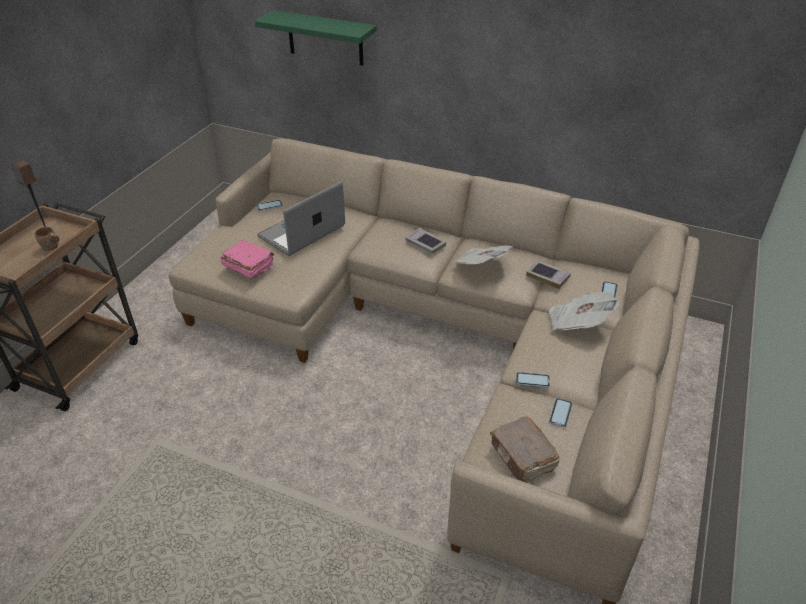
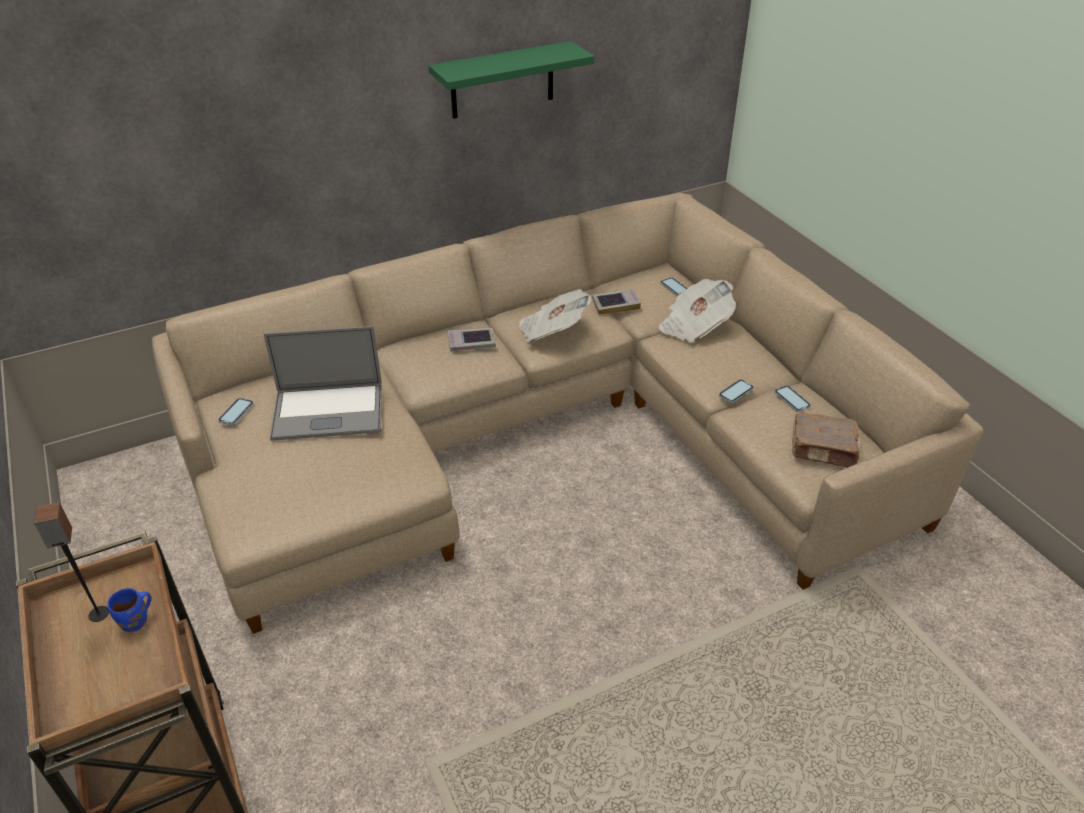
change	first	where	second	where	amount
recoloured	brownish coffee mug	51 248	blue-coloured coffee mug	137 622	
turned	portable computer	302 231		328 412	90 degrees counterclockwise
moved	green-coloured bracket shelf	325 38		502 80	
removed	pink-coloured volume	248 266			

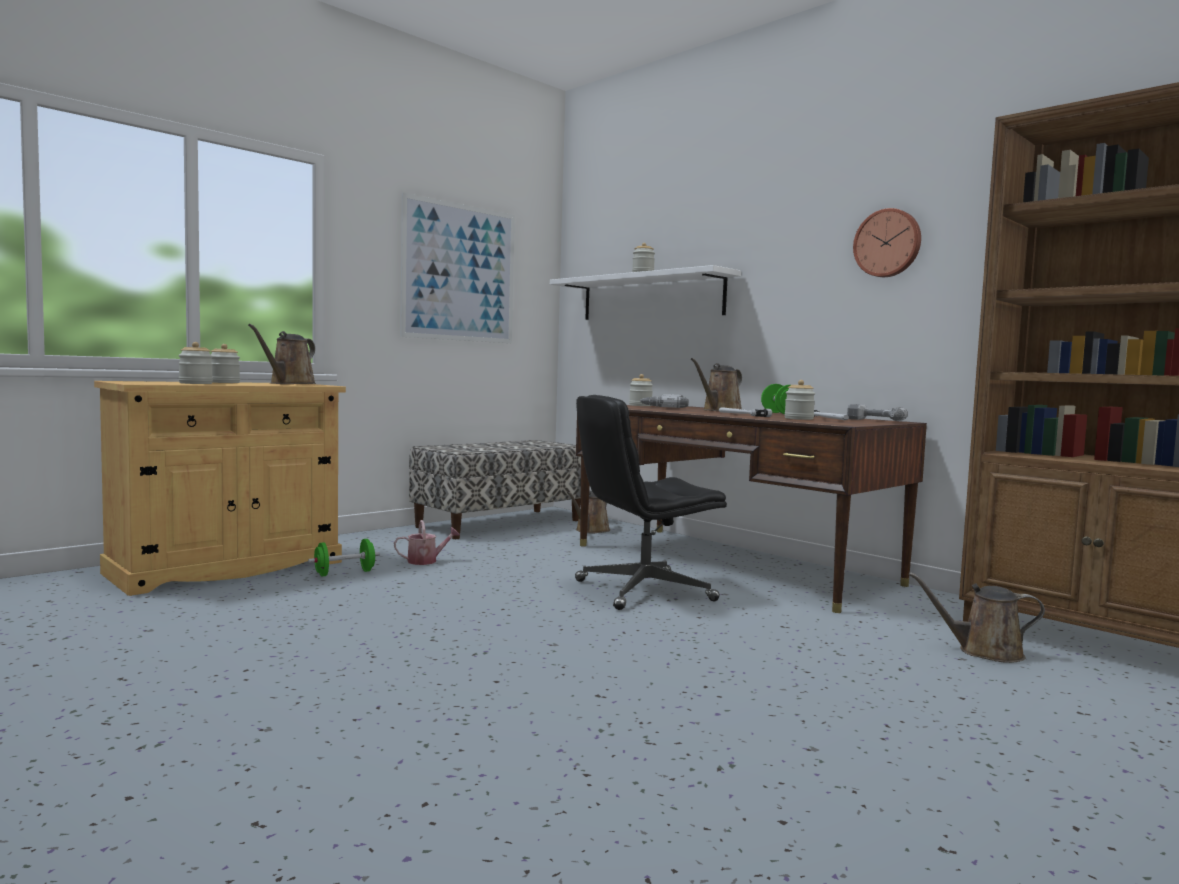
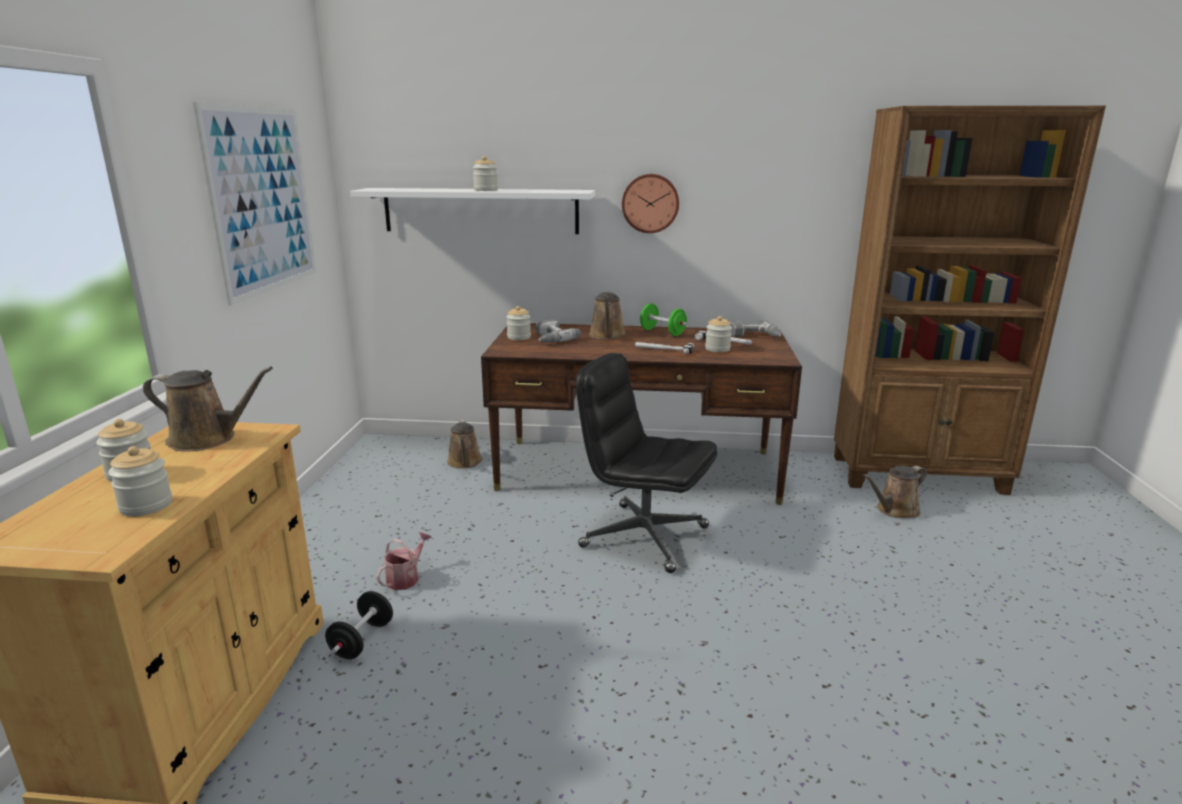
change	first	where	second	where	amount
turned	brownish watering pot	289 383		207 439	60 degrees counterclockwise
recoloured	green-coloured hand weight	344 573	black hand weight	362 640	
turned	black desk chair	642 591		643 536	90 degrees clockwise
moved	wall clock	888 243		650 203	
removed	indoor bench	500 523			

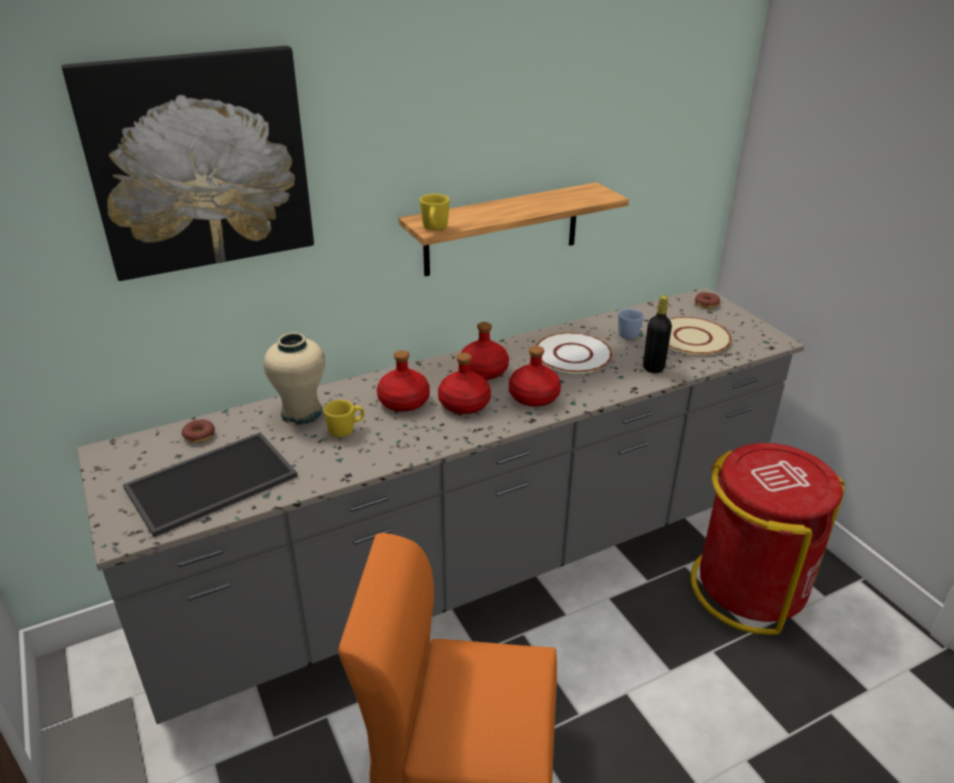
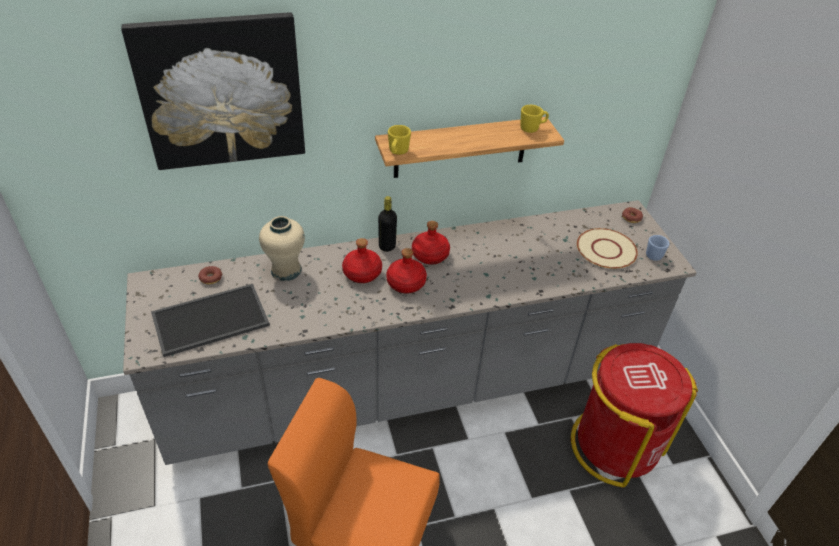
change	first	where	second	where	amount
moved	black beverage bottle	653 368		387 246	
moved	yellow-coloured coffee mug	346 430		532 128	
moved	blue-coloured coffee mug	628 333		654 254	
removed	red beverage bottle	533 397			
removed	whitish plate	573 354			

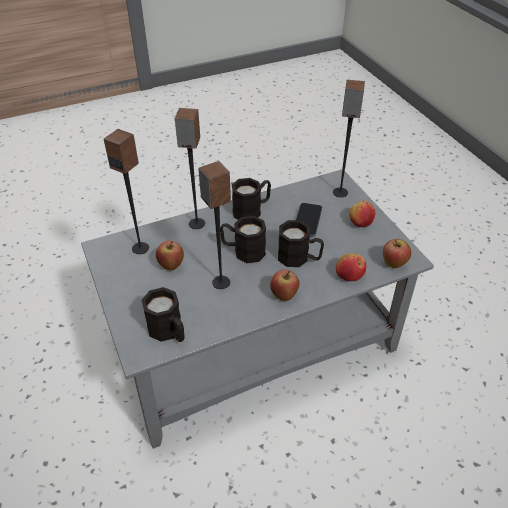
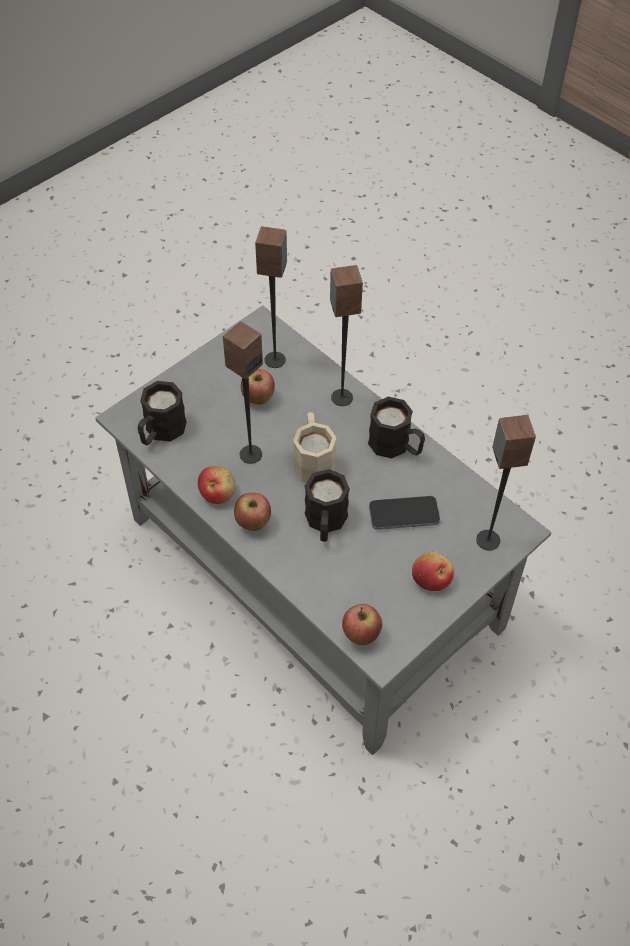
change	first	where	second	where	amount
moved	apple fruit	349 275		217 493	
recoloured	black coffee mug	243 251	beige-coloured coffee mug	313 460	

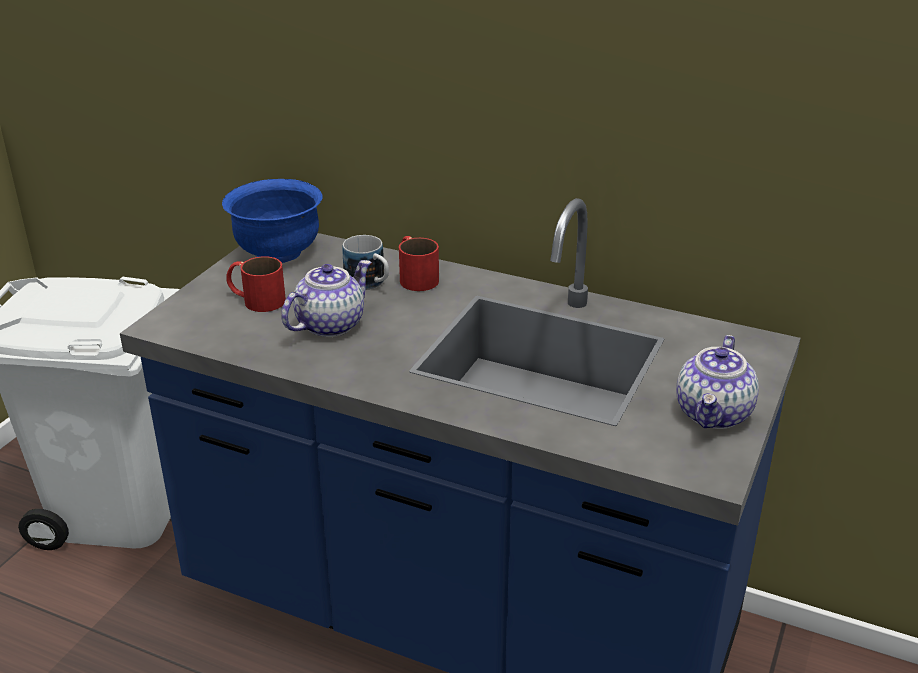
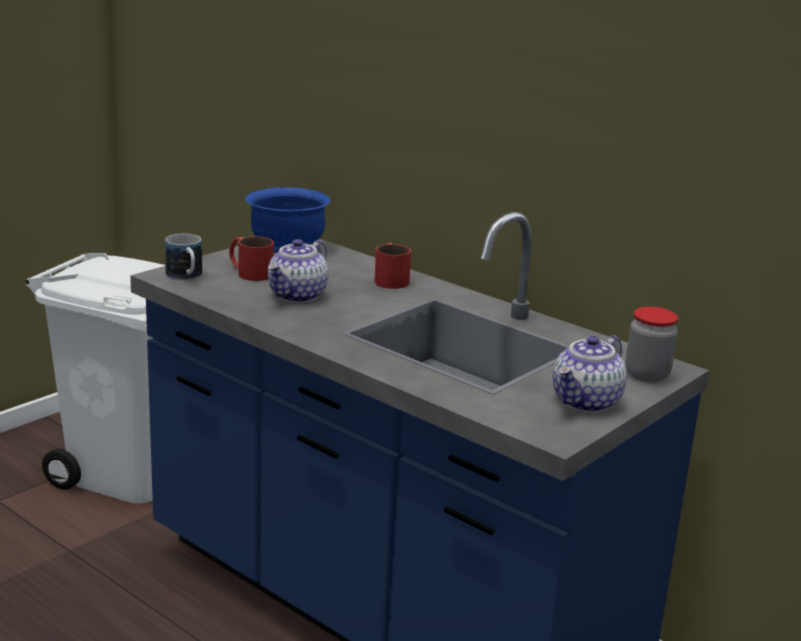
change	first	where	second	where	amount
moved	coffee mug	370 284		186 277	
turned	pot for tea	330 324		298 296	150 degrees clockwise
added			storage jar	647 375	

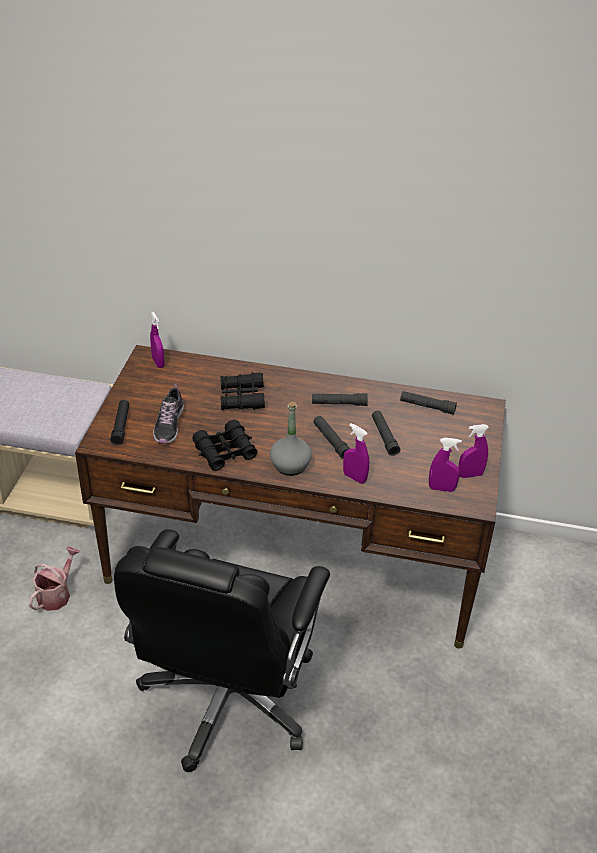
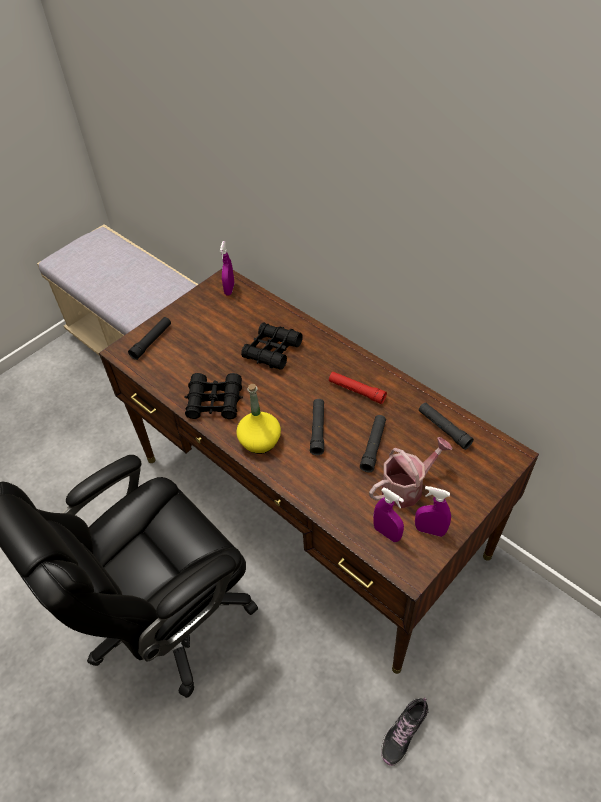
change	first	where	second	where	amount
recoloured	gray beverage bottle	290 465	yellow-coloured beverage bottle	259 441	
recoloured	black torch	339 404	red torch	356 391	
moved	watering pot	56 594		407 486	
moved	item of footwear	169 425		404 732	
removed	purple-coloured hand sprayer	354 478			

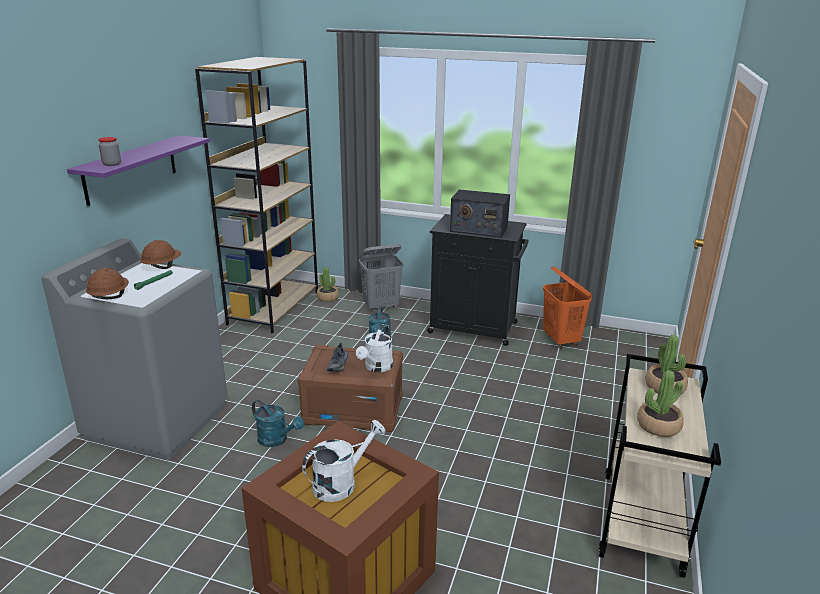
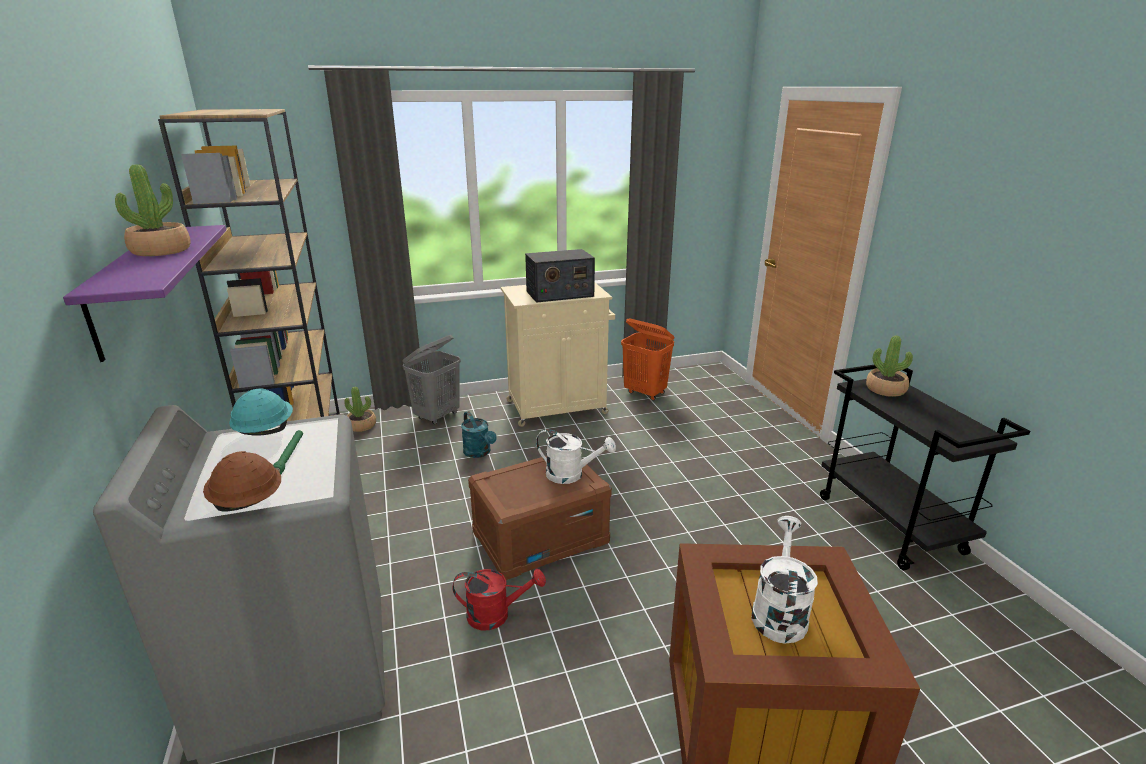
change	first	where	second	where	amount
moved	plant in a pot	658 426		161 251	
recoloured	brownish safety helmet	162 267	turquoise-coloured safety helmet	265 431	
recoloured	turquoise-coloured watering pot	277 440	red watering pot	496 614	
recoloured	black storage cabinet	475 328	beige-coloured storage cabinet	558 407	
turned	whitish watering pot	376 368		571 475	60 degrees counterclockwise
recoloured	beige-coloured cart	642 523	black cart	891 525	
removed	storage jar	112 164			
removed	item of footwear	338 365			

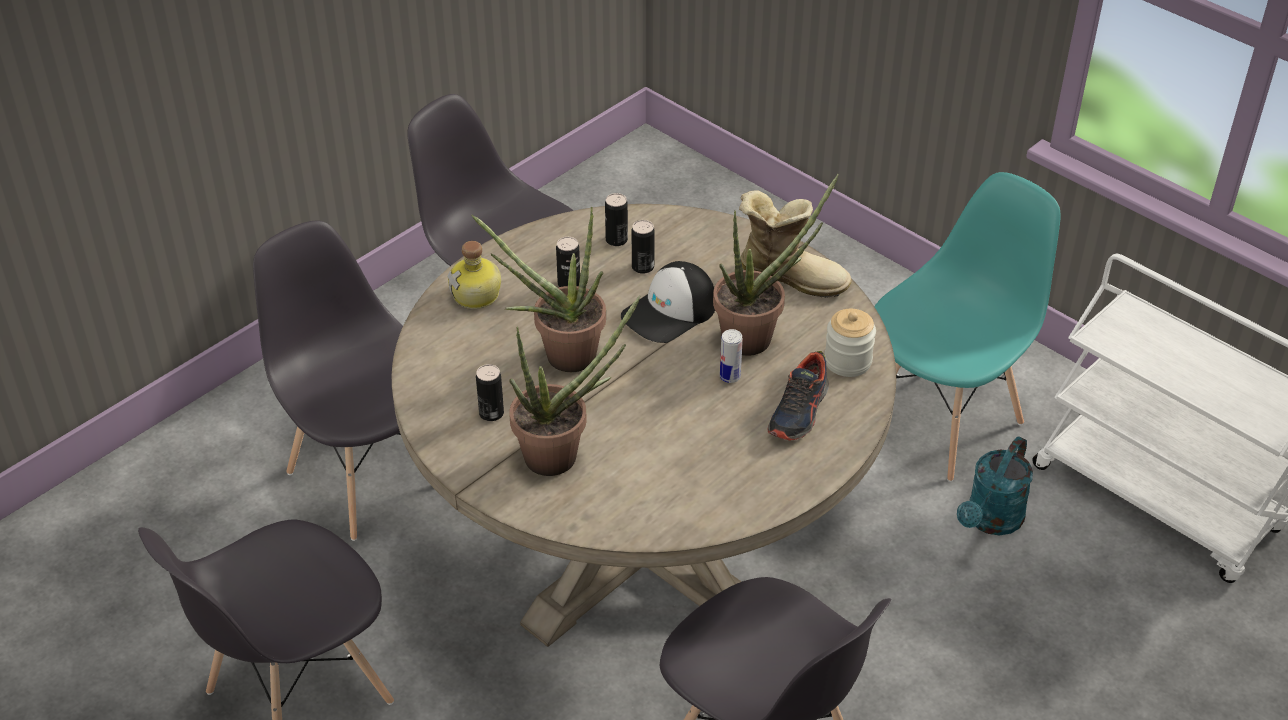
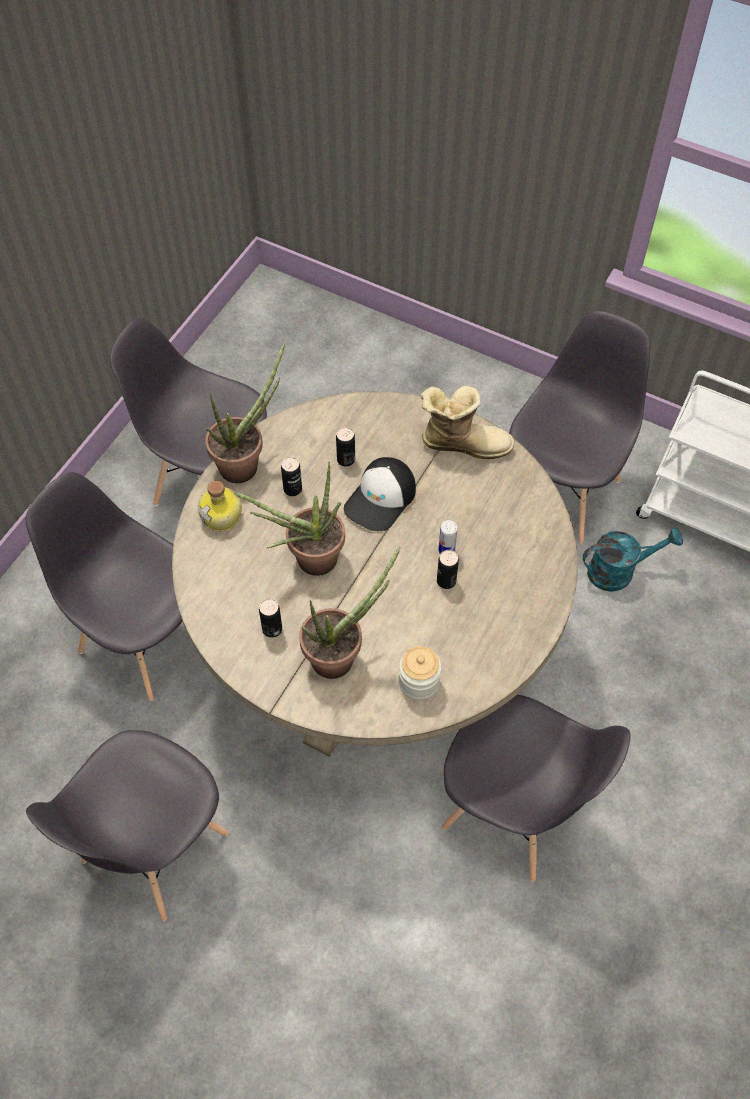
change	first	where	second	where	amount
moved	plant in a pot	757 336		246 463	
moved	storage jar	847 361		419 682	
moved	can	616 240		446 581	
recoloured	turquoise-coloured upright chair	943 421	gray upright chair	562 491	
turned	turquoise-coloured watering pot	990 521		619 571	120 degrees counterclockwise
removed	item of footwear	799 411			

